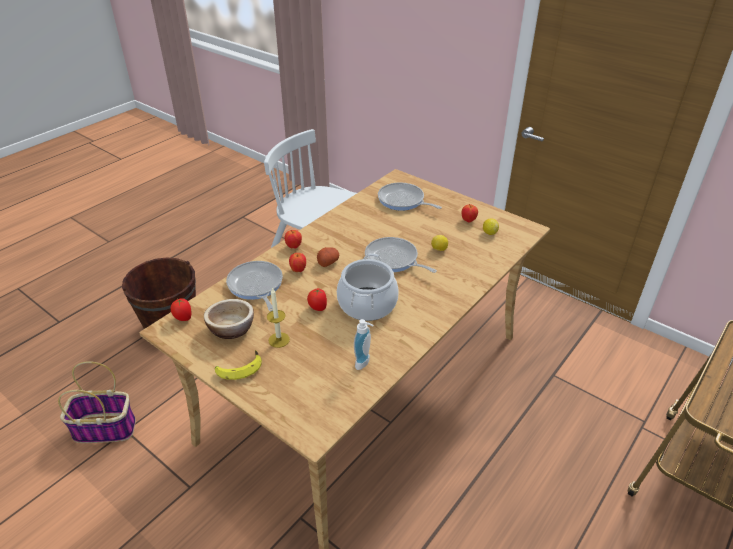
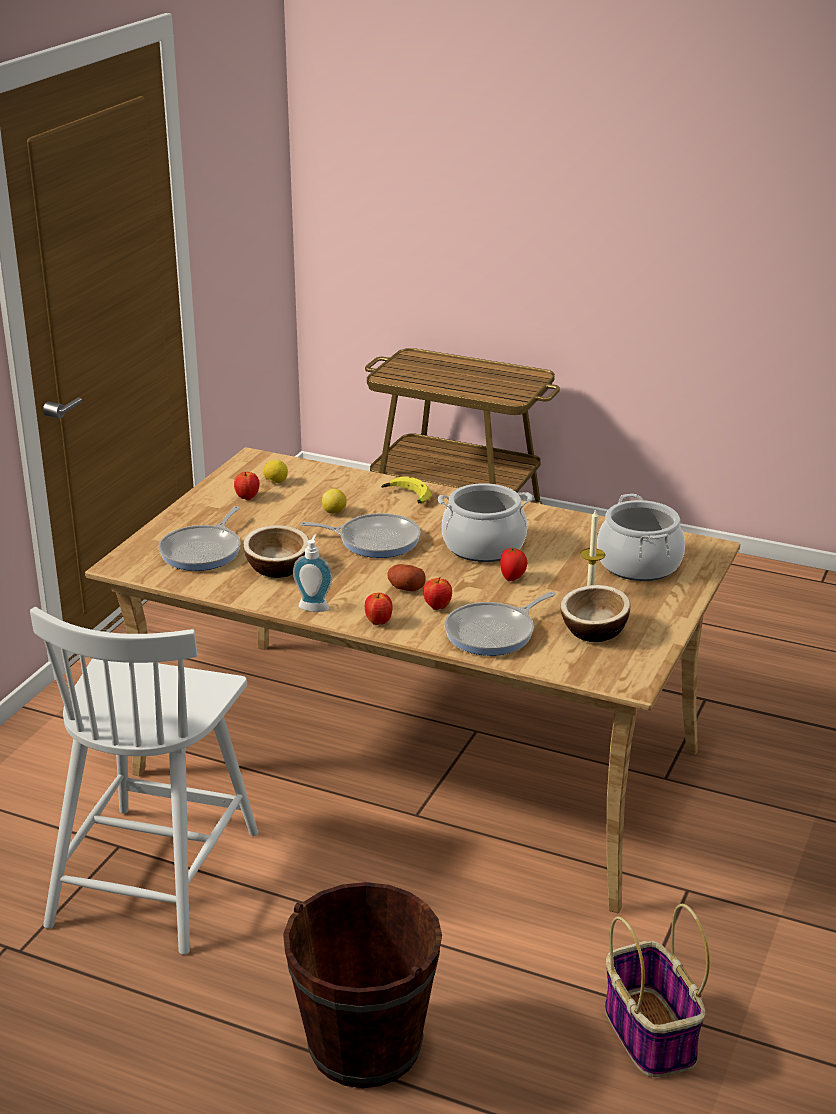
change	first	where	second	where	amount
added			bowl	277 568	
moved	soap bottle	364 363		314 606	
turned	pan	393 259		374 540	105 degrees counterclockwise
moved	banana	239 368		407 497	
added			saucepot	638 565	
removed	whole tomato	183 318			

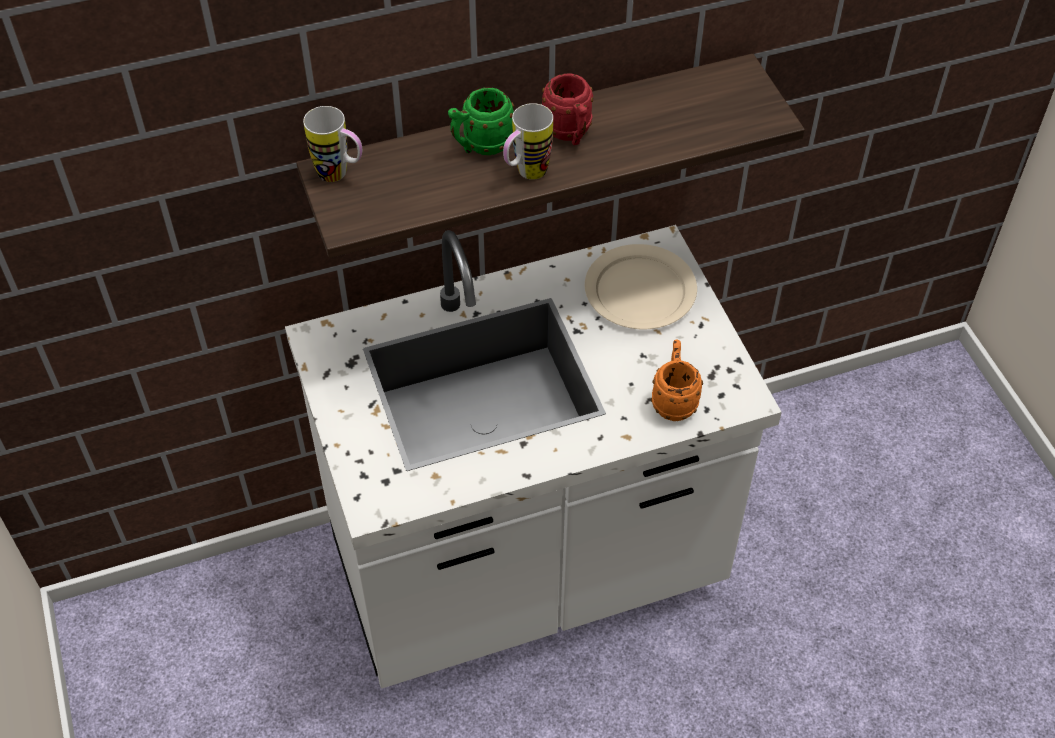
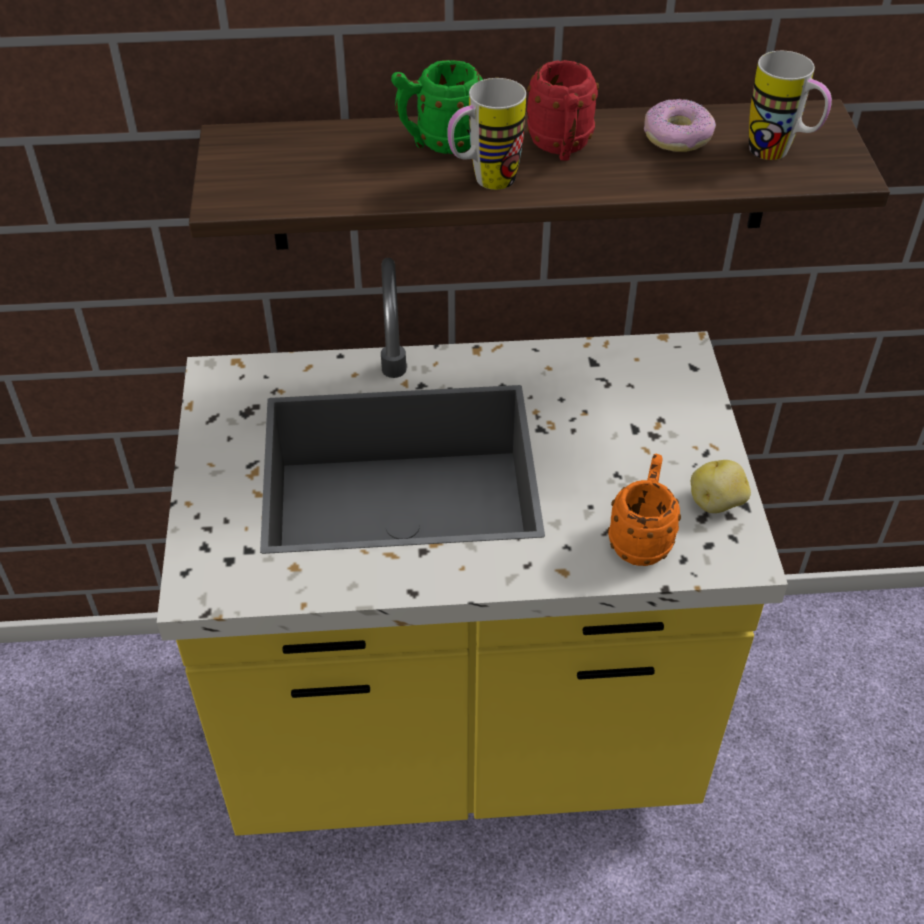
change	first	where	second	where	amount
recoloured	whitish kitchen counter	527 571	yellow-coloured kitchen counter	462 736	
added			donut	678 136	
added			spud	717 503	
moved	coffee mug	340 175		779 155	
removed	beige-coloured plate	639 290			

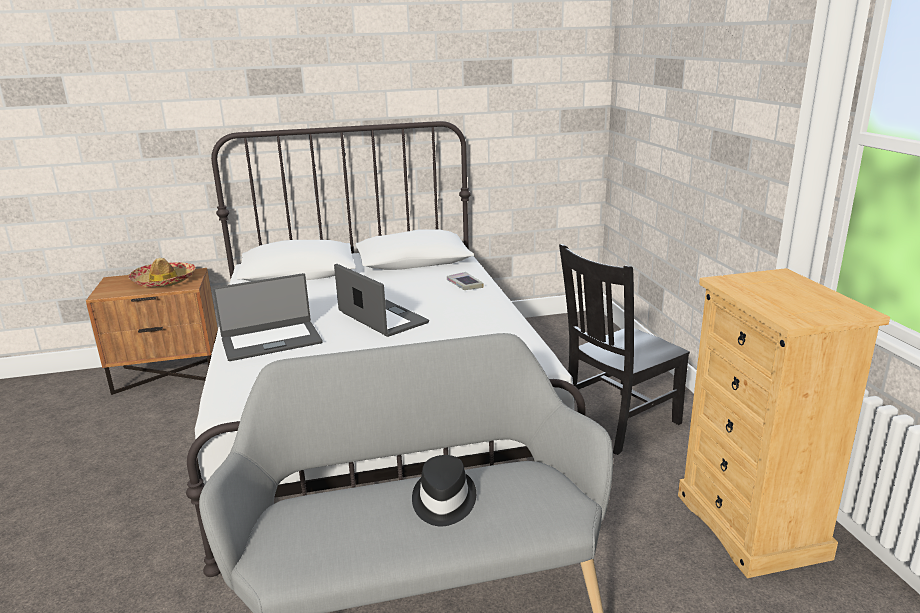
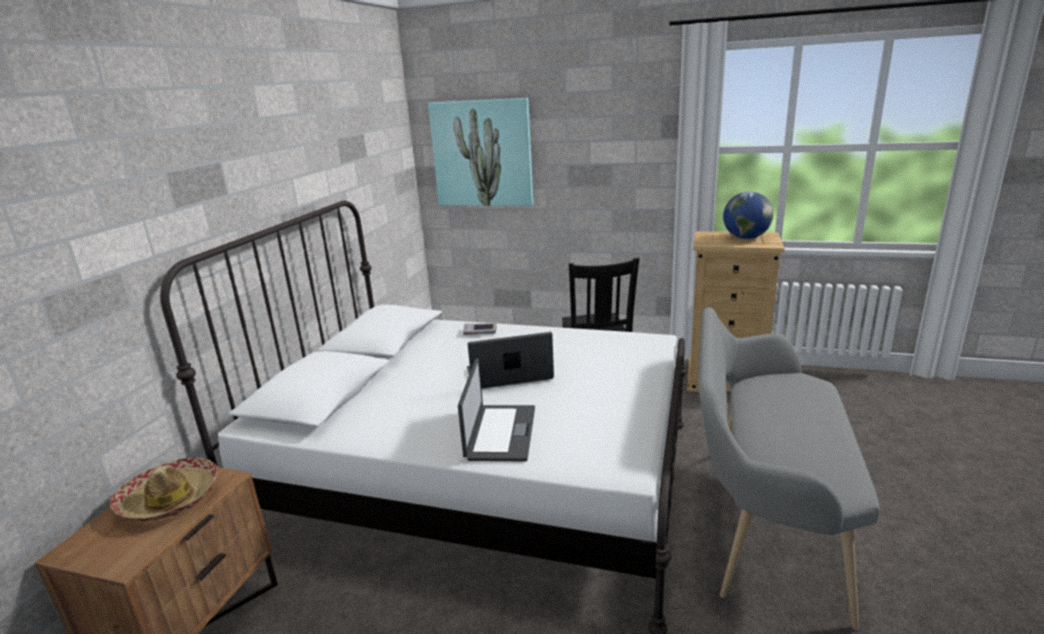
change	first	where	second	where	amount
added			wall picture	482 153	
added			world globe	745 238	
removed	black hat	443 500			

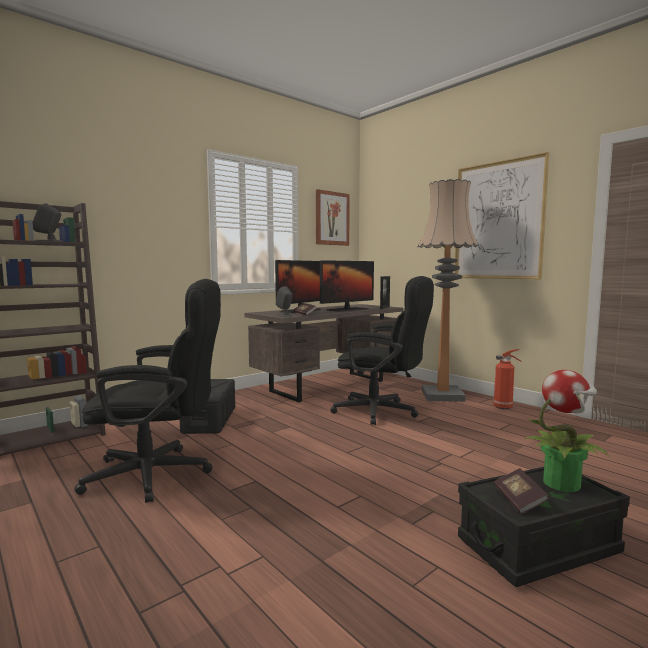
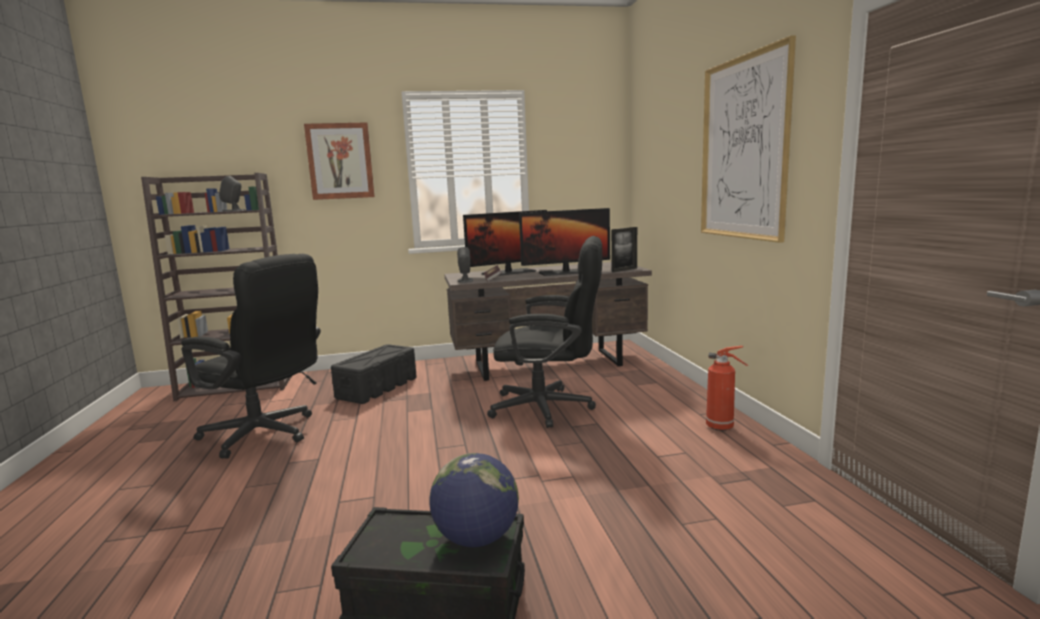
change	first	where	second	where	amount
moved	wall picture	332 218		340 161	
replaced	plant in a pot	562 483	world globe	477 538	
turned	black desk chair	382 412		551 407	45 degrees counterclockwise
removed	floor lamp	442 395			
removed	volume	519 500			

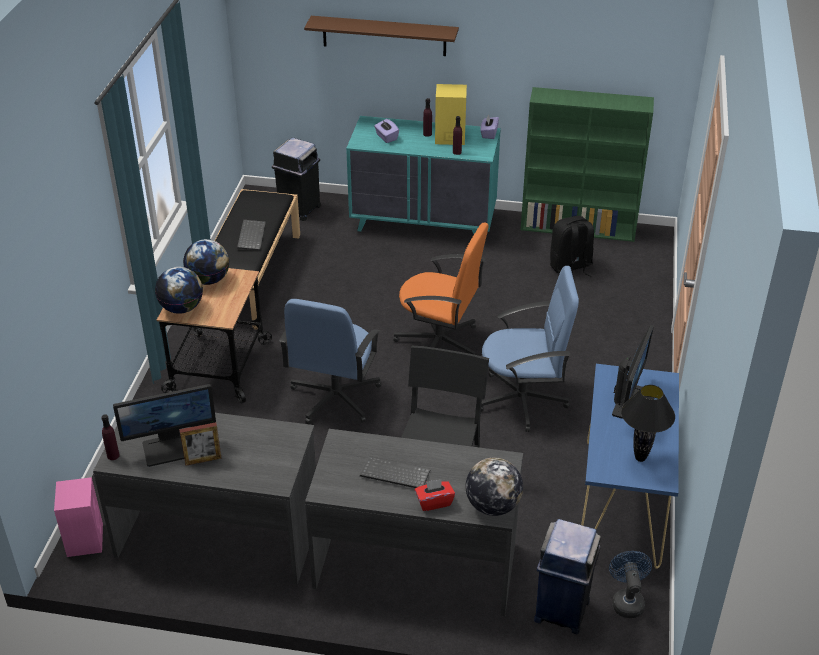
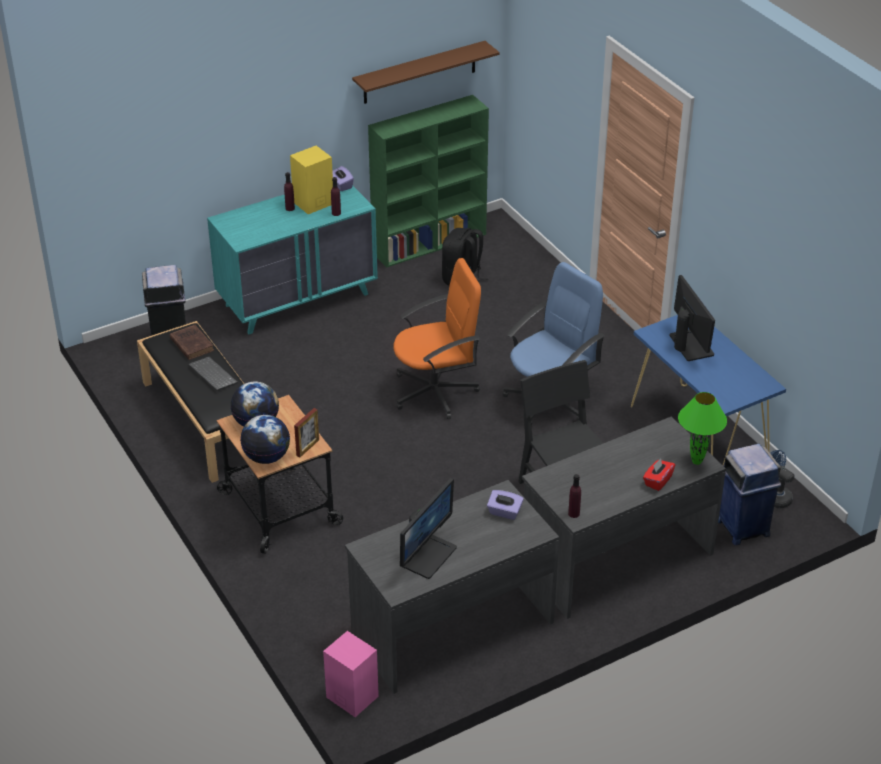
change	first	where	second	where	amount
added			brownish volume	191 344	
moved	standing frame	203 460		308 447	
moved	brownish bracket shelf	384 36		419 73	
moved	purple-coloured tissue holder	386 137		504 512	
moved	purple-coloured beverage bottle	113 455		574 513	
replaced	world globe	492 506	green-coloured table lamp	696 461	
removed	blue-coloured desk chair	334 398			
removed	keyboard	394 475			
removed	black table lamp	639 458			

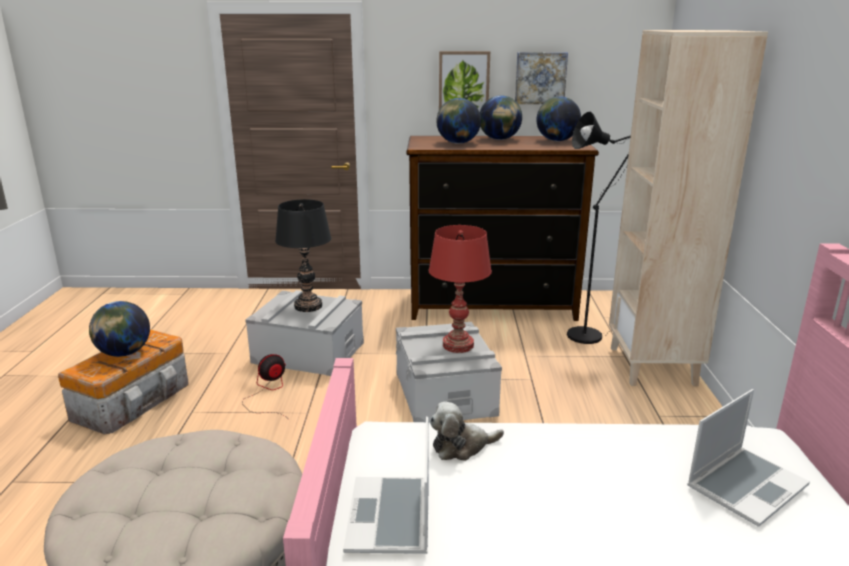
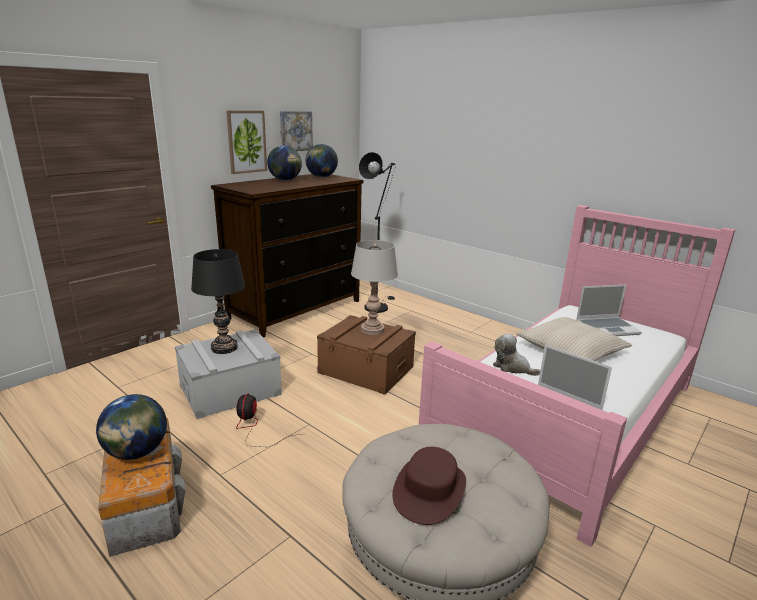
change	first	where	second	where	amount
recoloured	gray storage container	445 393	brownish storage container	366 369	
recoloured	red table lamp	458 345	gray table lamp	372 330	
added			brownish hat	429 490	
turned	cuddly toy	462 446		512 367	105 degrees clockwise
added			beige-coloured cushion	570 350	
turned	portable computer	746 485		607 328	75 degrees clockwise
removed	world globe	457 143			
removed	beige-coloured bookcase	653 366			

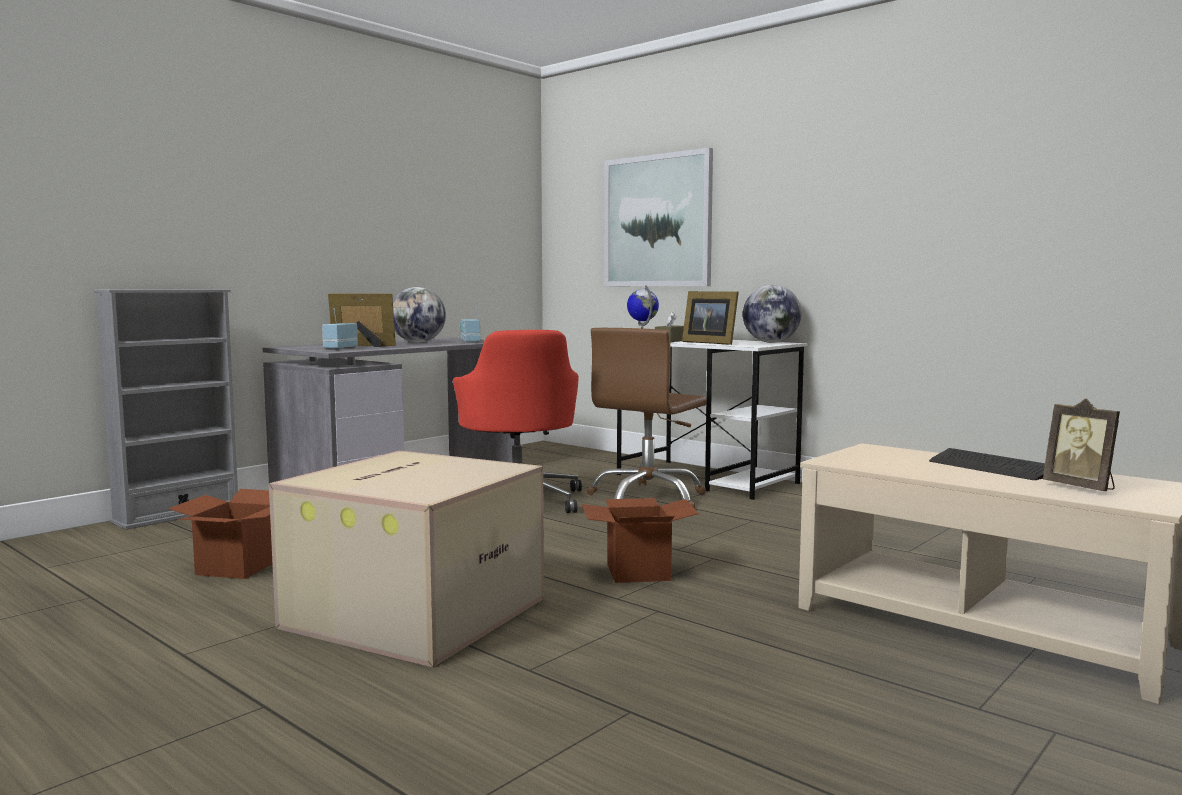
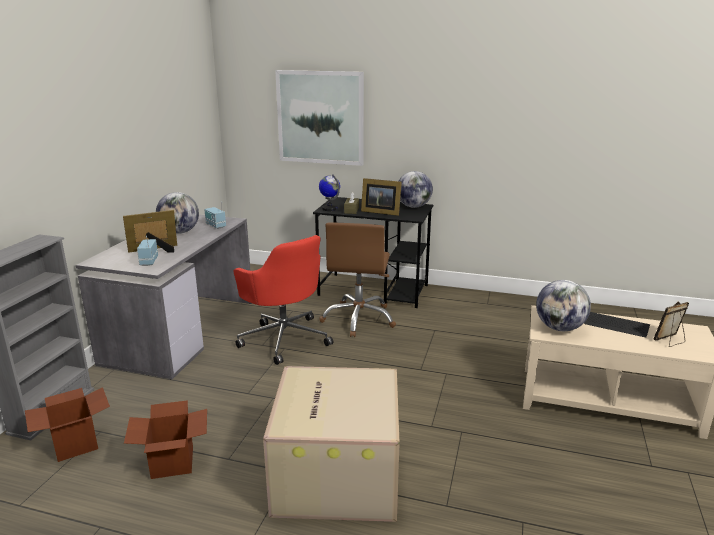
change	first	where	second	where	amount
moved	carton	638 572		75 444	
recoloured	whitish desk unit	707 479	black desk unit	374 290	
added			world globe	559 328	
turned	standing frame	1081 487		670 341	120 degrees clockwise

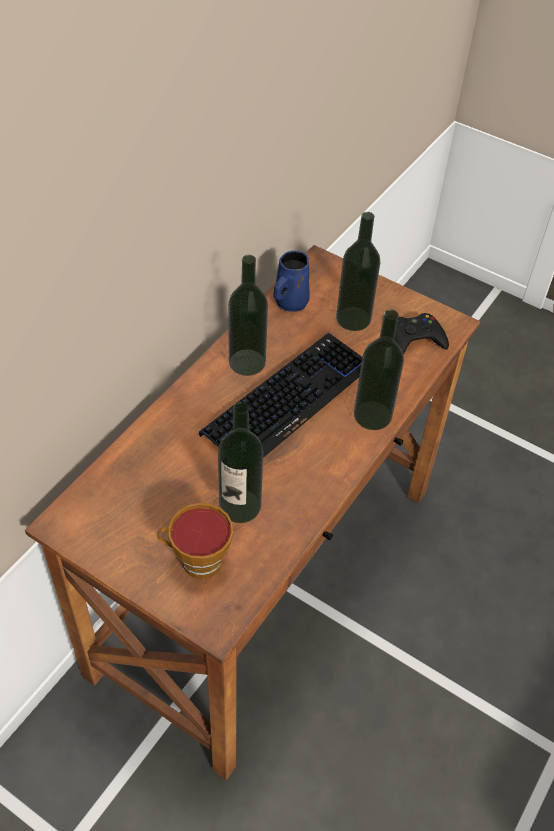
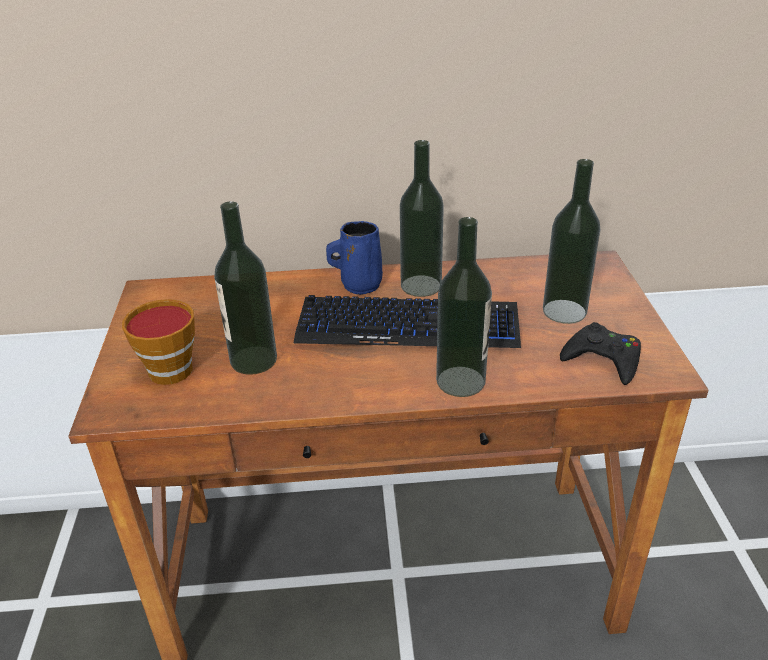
change	first	where	second	where	amount
moved	blue-coloured coffee mug	290 302		358 285	

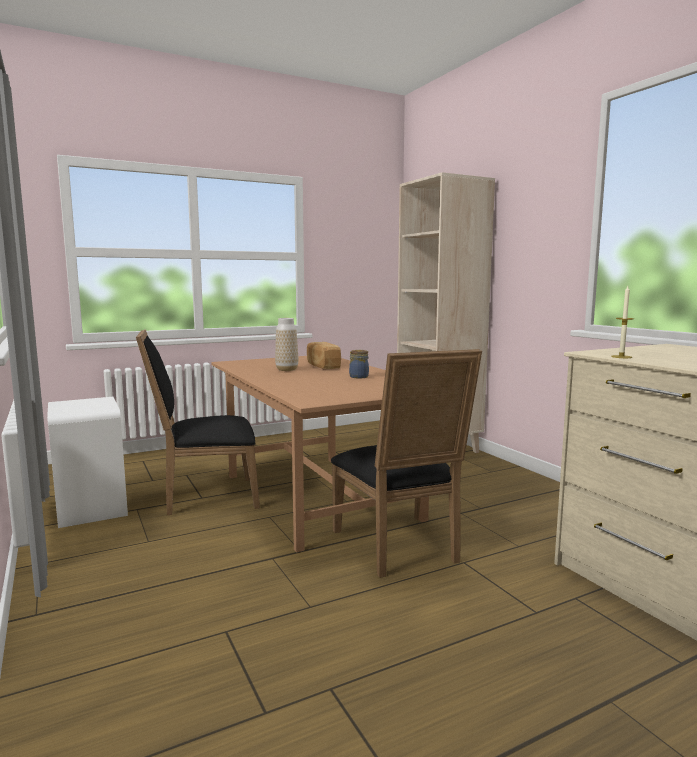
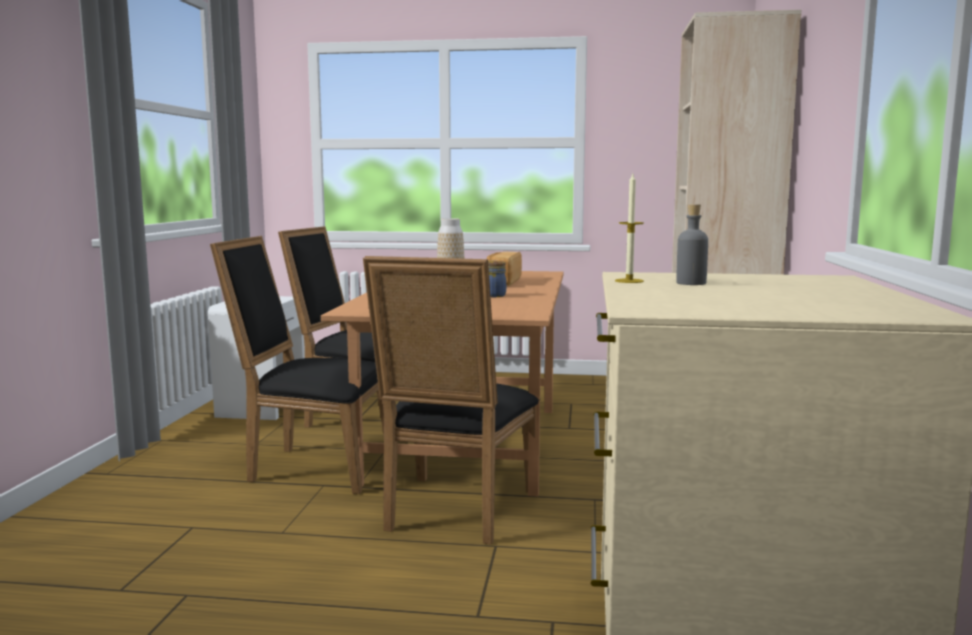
change	first	where	second	where	amount
added			black upright chair	314 467	
added			gray beverage bottle	691 283	

